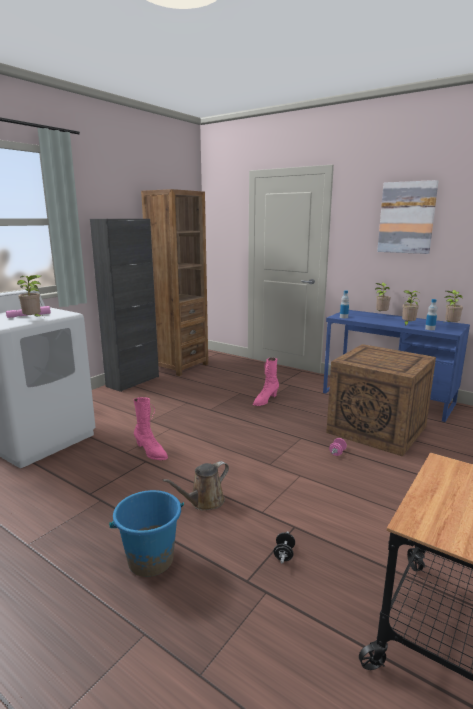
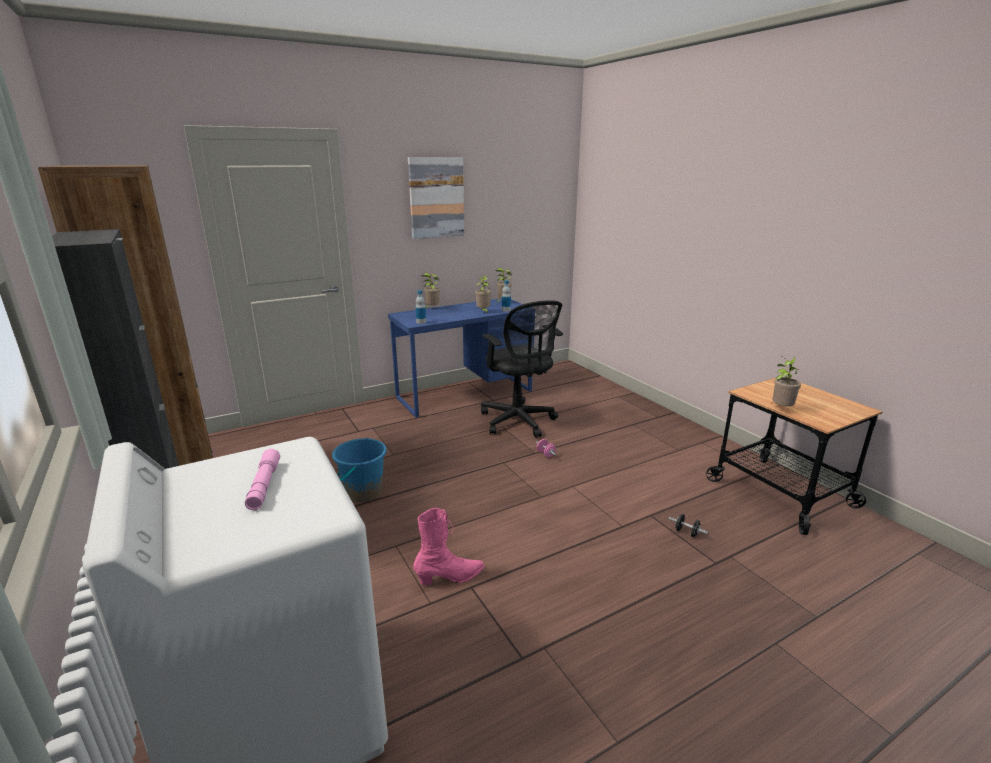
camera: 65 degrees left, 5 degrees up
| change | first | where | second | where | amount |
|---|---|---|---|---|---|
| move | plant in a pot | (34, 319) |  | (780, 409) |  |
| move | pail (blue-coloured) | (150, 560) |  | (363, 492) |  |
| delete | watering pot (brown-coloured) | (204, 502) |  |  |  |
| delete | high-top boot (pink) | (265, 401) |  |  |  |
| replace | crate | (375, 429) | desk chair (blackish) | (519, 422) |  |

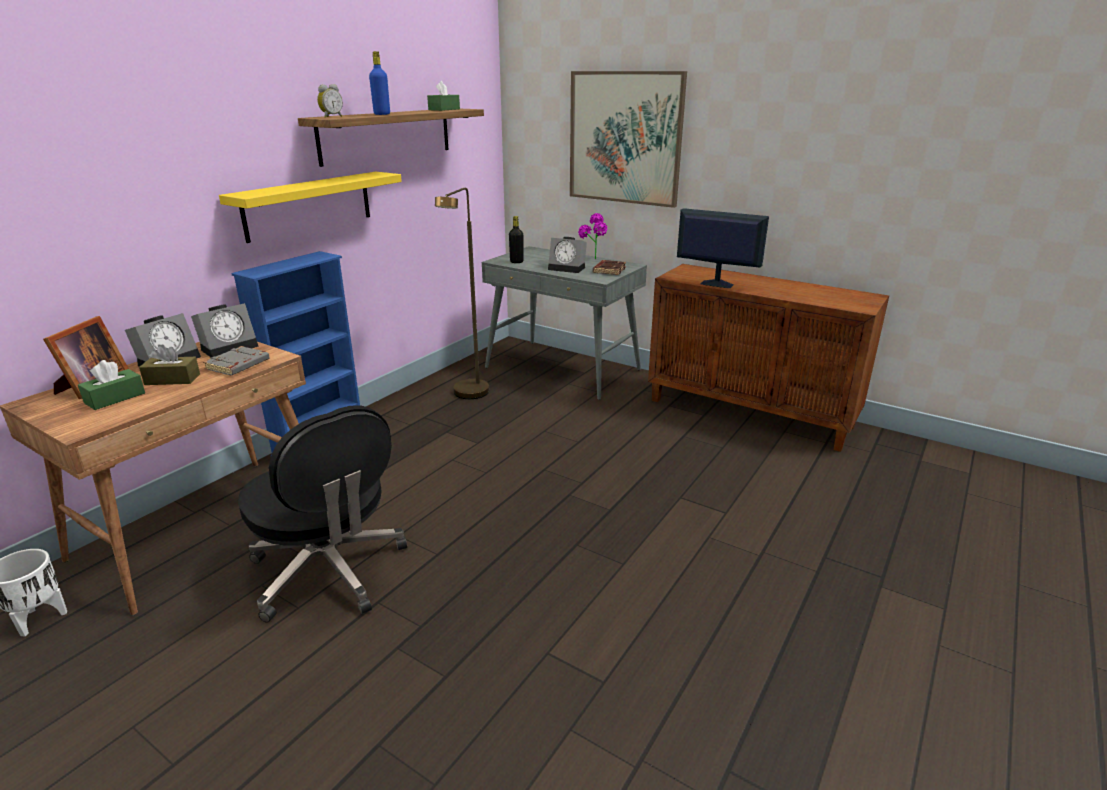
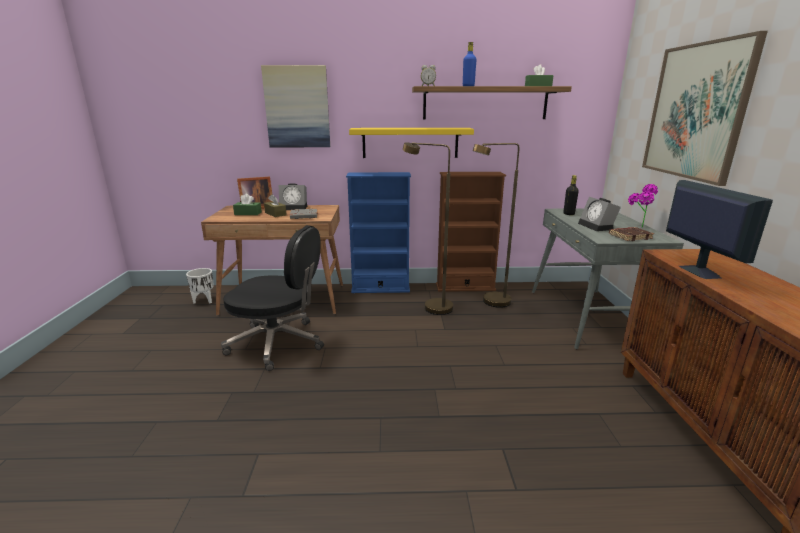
camera: 55 degrees right, 5 degrees down
| change | first | where | second | where | amount |
|---|---|---|---|---|---|
| delete | table clock | (230, 347) |  |  |  |
| rotate | desk chair (blackish) | (330, 571) |  | (278, 343) | 90 degrees counterclockwise |
| insert |  |  | wall art | (297, 107) |  |
| insert |  |  | standard lamp (brown-coloured) | (430, 307) |  |
| insert |  |  | bookcase (brown-coloured) | (465, 287) |  |

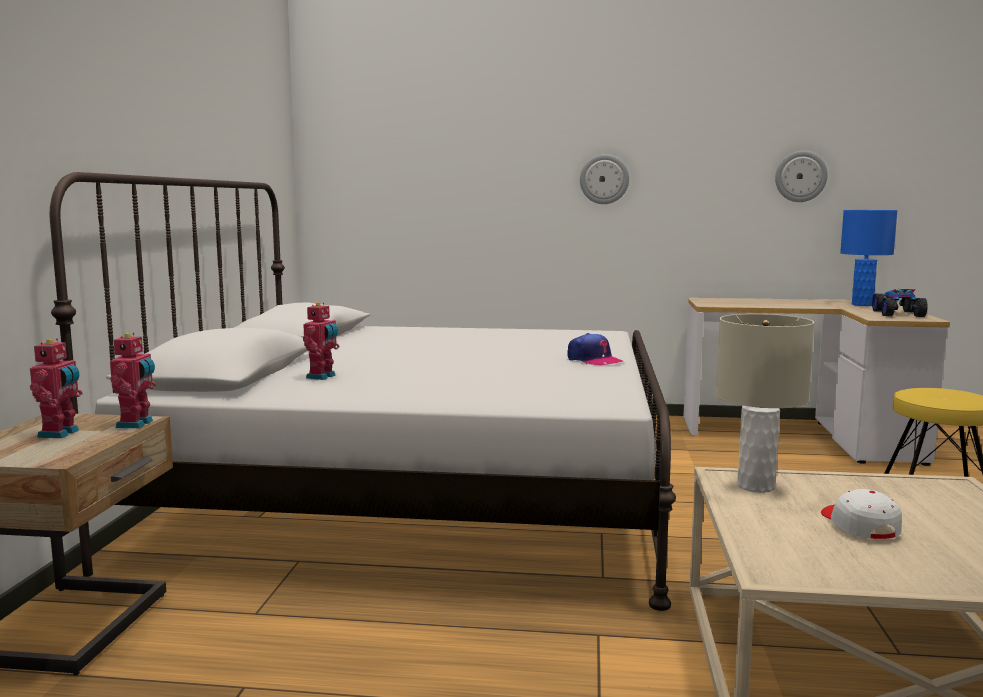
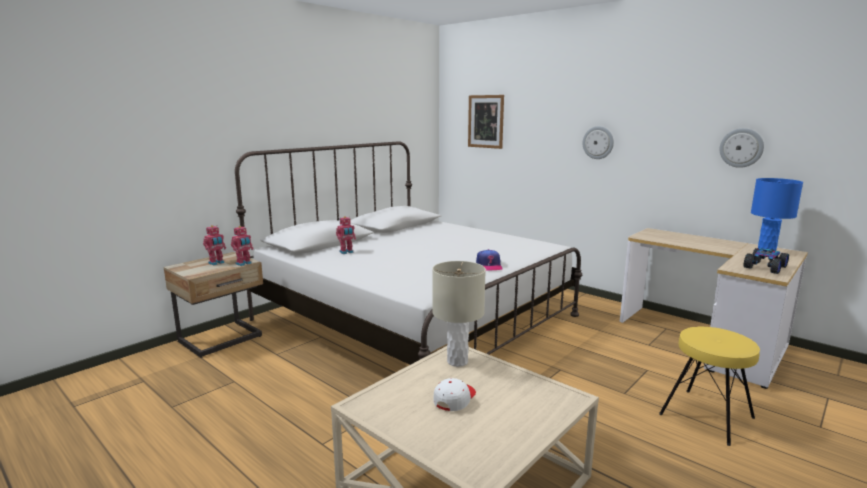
camera: 35 degrees right, 5 degrees up
| change | first | where | second | where | amount |
|---|---|---|---|---|---|
| insert |  |  | wall art | (485, 121) |  |

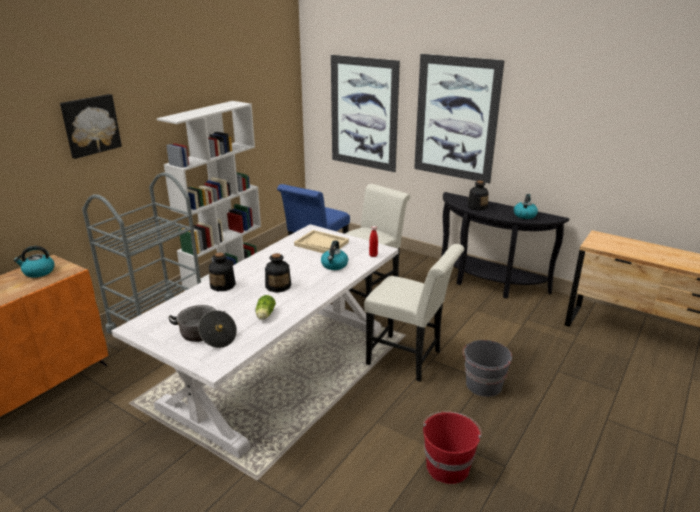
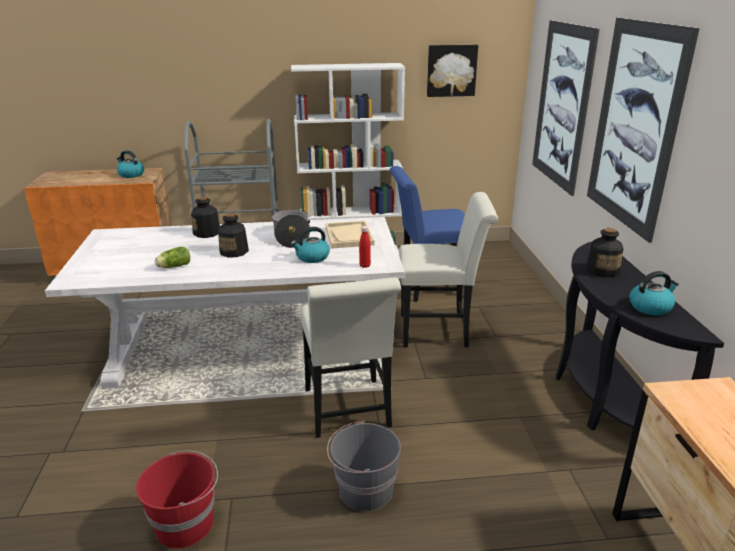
camera: 50 degrees right, 0 degrees up
| change | first | where | second | where | amount |
|---|---|---|---|---|---|
| move | wall art | (90, 125) |  | (451, 70) |  |
| move | stockpot | (206, 335) |  | (291, 237) |  |

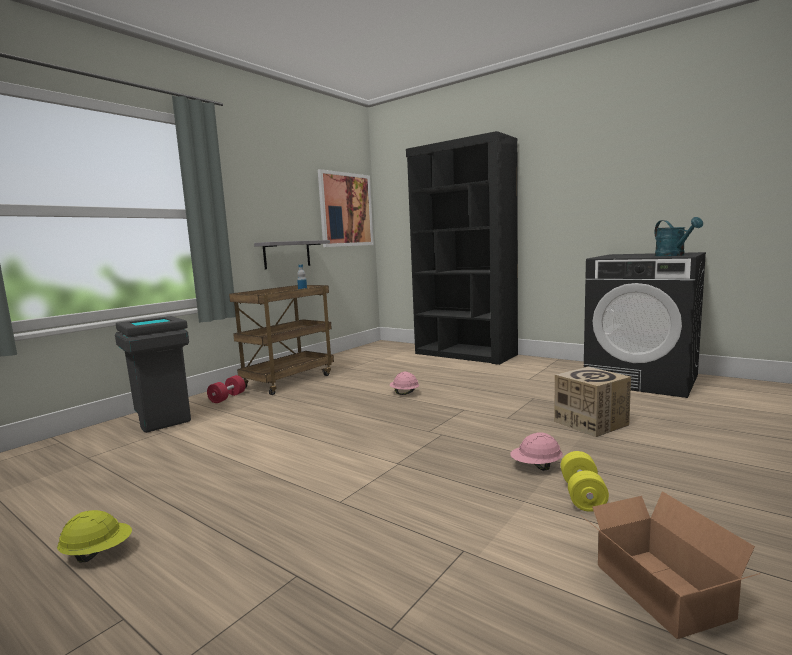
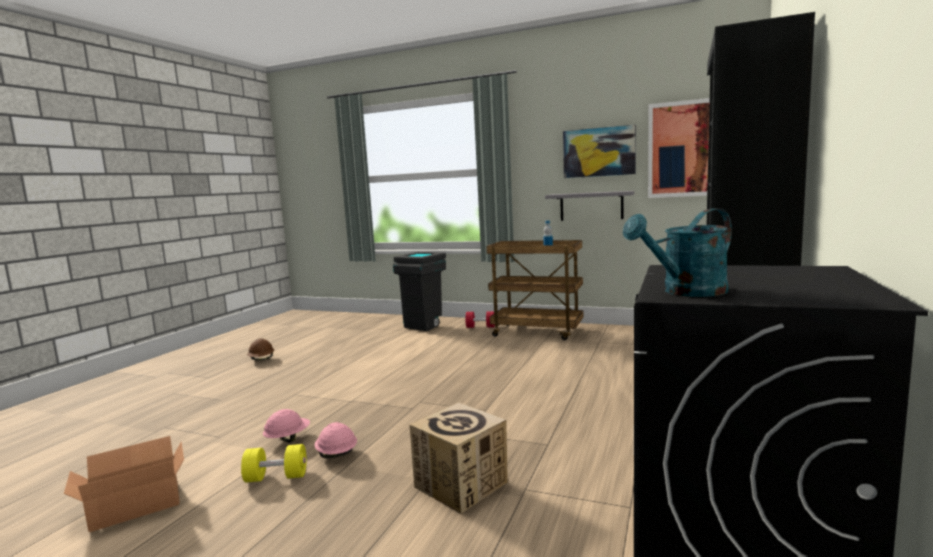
camera: 75 degrees right, 0 degrees up
| change | first | where | second | where | amount |
|---|---|---|---|---|---|
| recolor | safety helmet (yellow) | (98, 553) | safety helmet (brown-coloured) | (262, 360) |  |
| move | safety helmet (pink) | (404, 393) |  | (288, 439) |  |
| insert |  |  | wall art | (599, 152) |  |

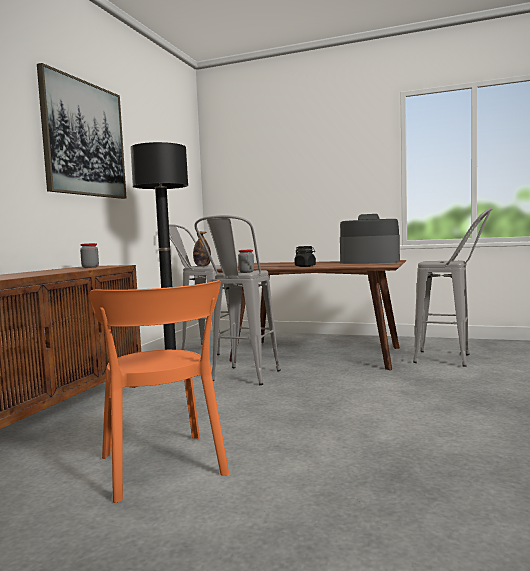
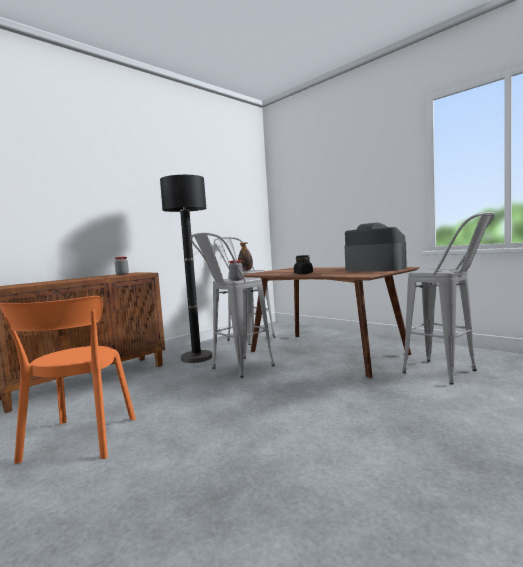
camera: 25 degrees right, 0 degrees up
| change | first | where | second | where | amount |
|---|---|---|---|---|---|
| delete | wall art | (84, 139) |  |  |  |

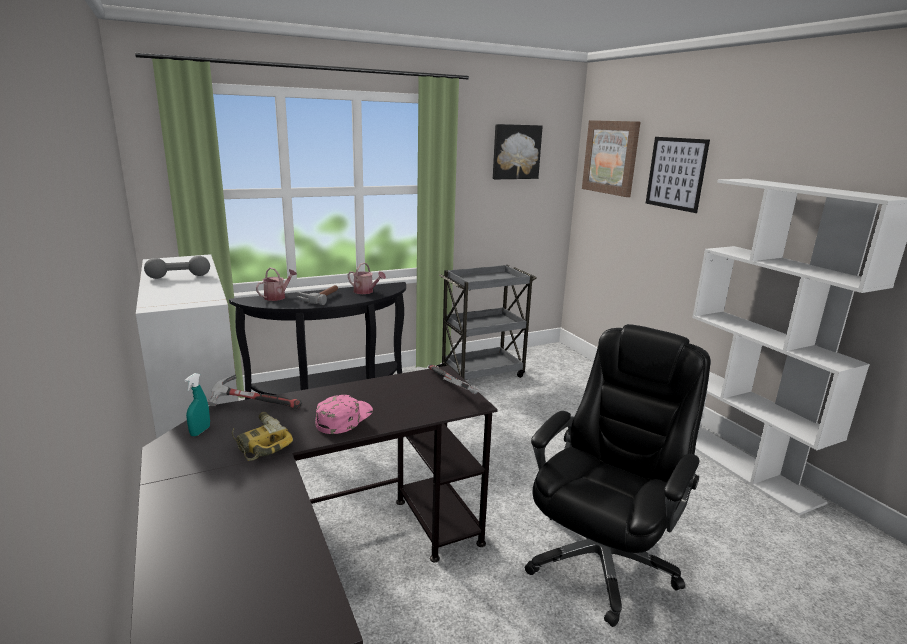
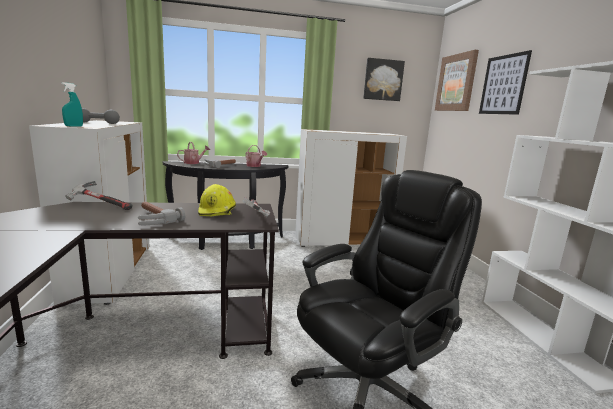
camera: 15 degrees right, 5 degrees down
| change | first | where | second | where | amount |
|---|---|---|---|---|---|
| move | spray bottle (turquoise) | (200, 431) |  | (74, 126) |  |
| delete | electric drill | (259, 443) |  |  |  |
| replace | peaked cap (pink) | (344, 418) | hand hammer | (151, 218) |  |
| replace | cart (greyish) | (482, 373) | cupboard (white) | (343, 241) |  |
| insert |  |  | safety helmet (yellow) | (217, 211) |  |

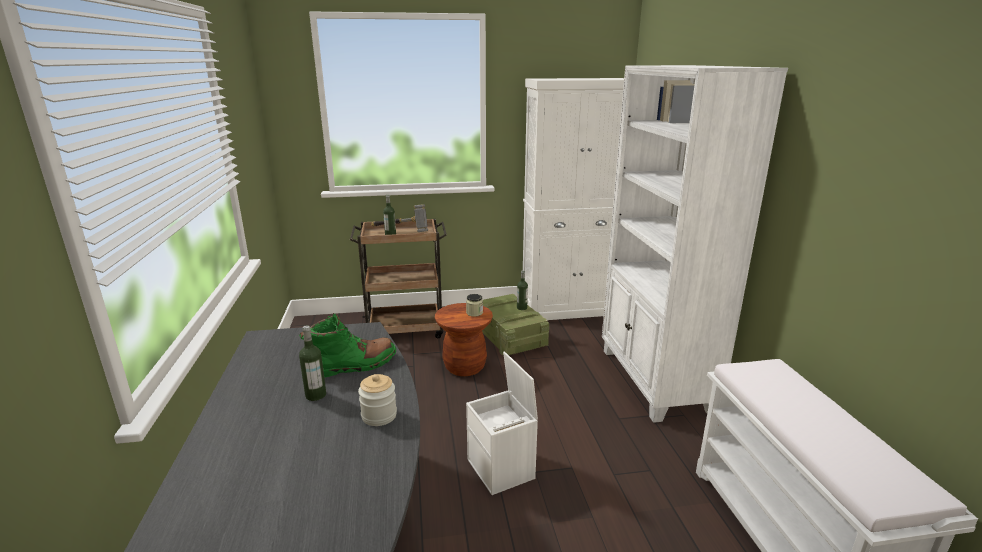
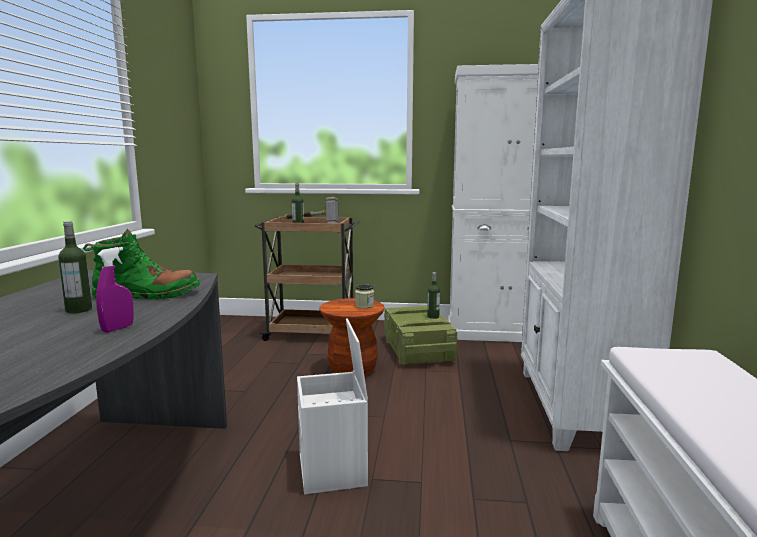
camera: 15 degrees right, 10 degrees down
| change | first | where | second | where | amount |
|---|---|---|---|---|---|
| replace | jar | (379, 416) | spray bottle (purple) | (118, 328) |  |

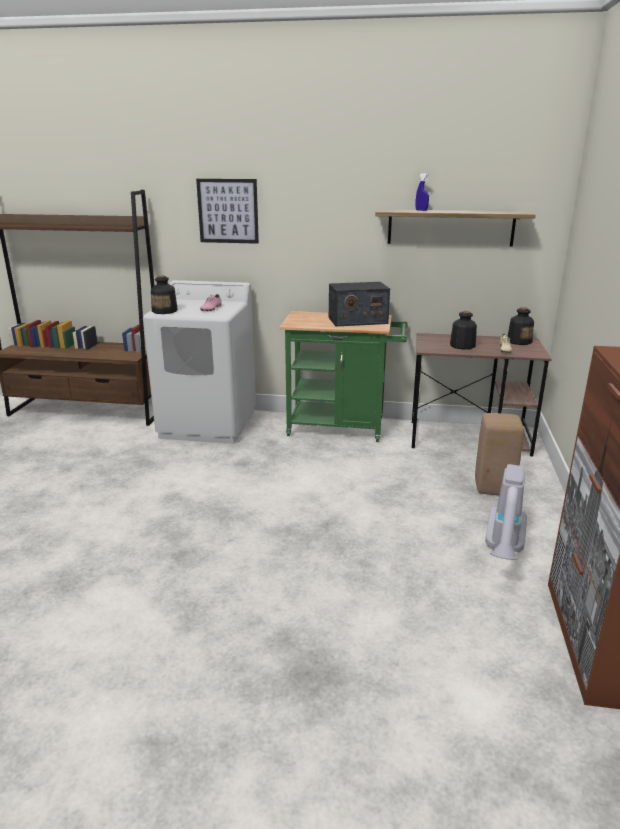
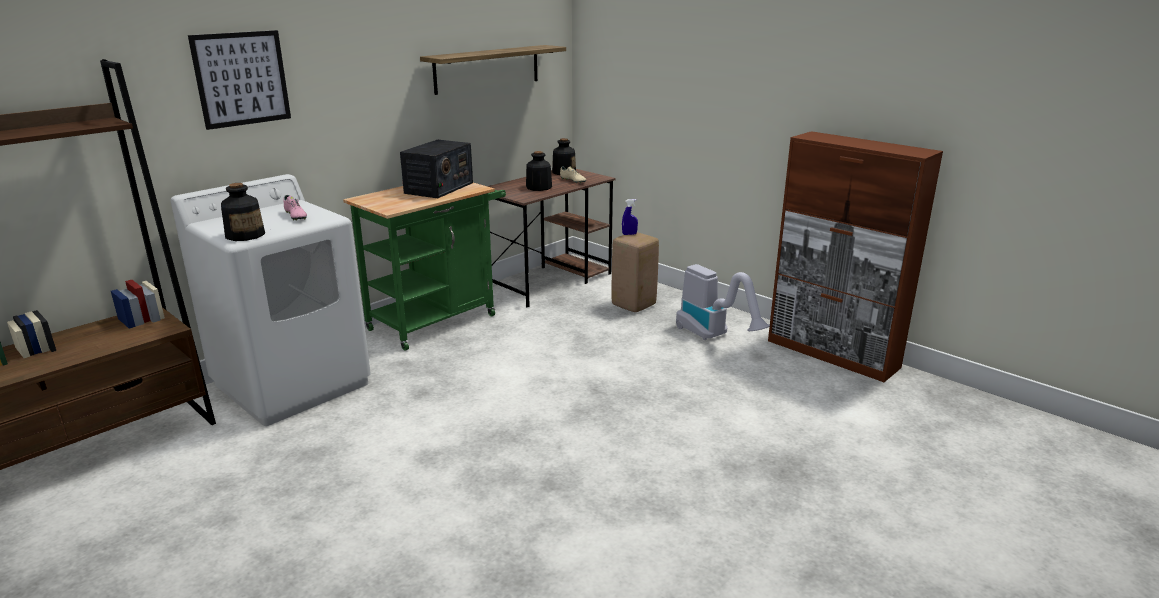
camera: 55 degrees left, 0 degrees up
| change | first | where | second | where | amount |
|---|---|---|---|---|---|
| move | spray bottle (blue-coloured) | (421, 210) |  | (629, 234) |  |

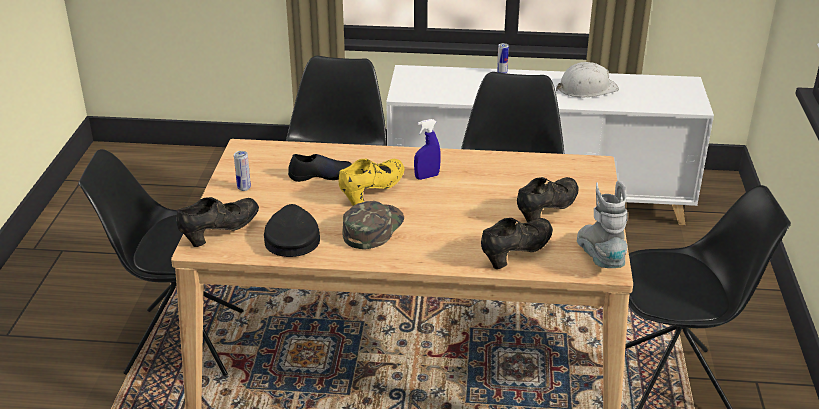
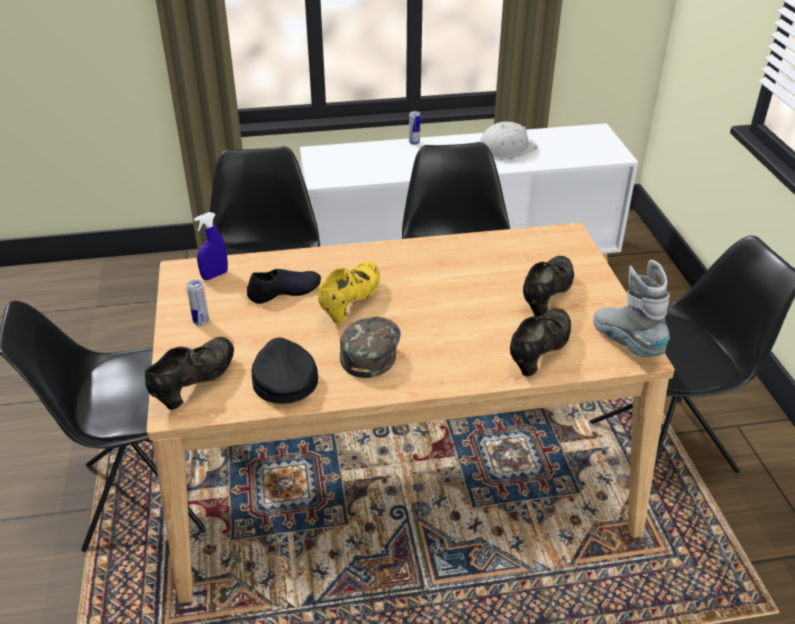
camera: 15 degrees left, 5 degrees up
| change | first | where | second | where | amount |
|---|---|---|---|---|---|
| move | spray bottle (blue-coloured) | (427, 177) |  | (215, 275) |  |

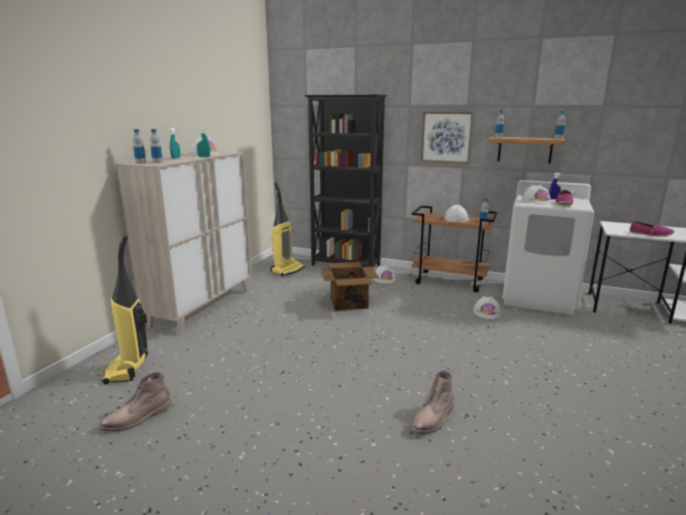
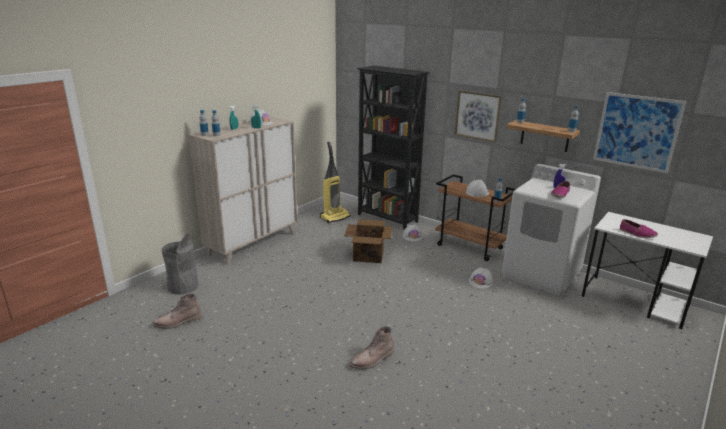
camera: 15 degrees right, 5 degrees up
| change | first | where | second | where | amount |
|---|---|---|---|---|---|
| replace | vacuum | (128, 369) | rubbish bin (greyish) | (183, 286) |  |
| delete | safety helmet (white) | (536, 201) |  |  |  |
| insert |  |  | wall art | (636, 132) |  |

